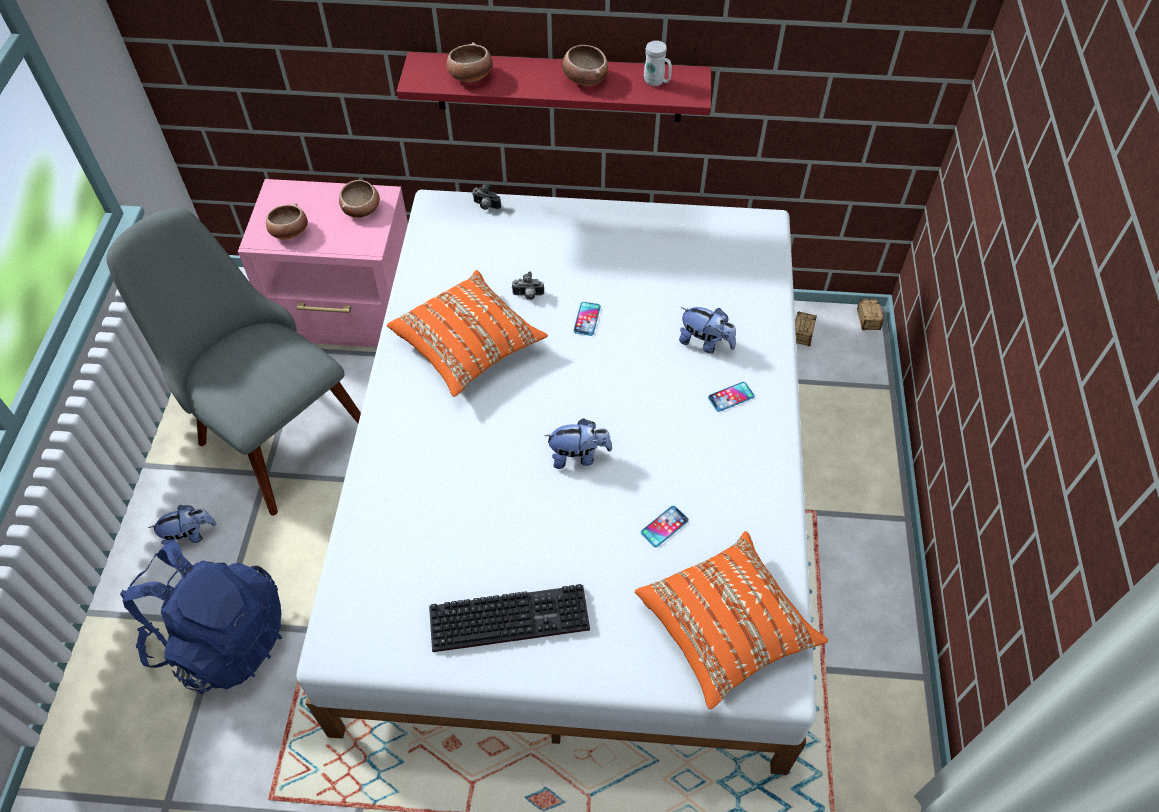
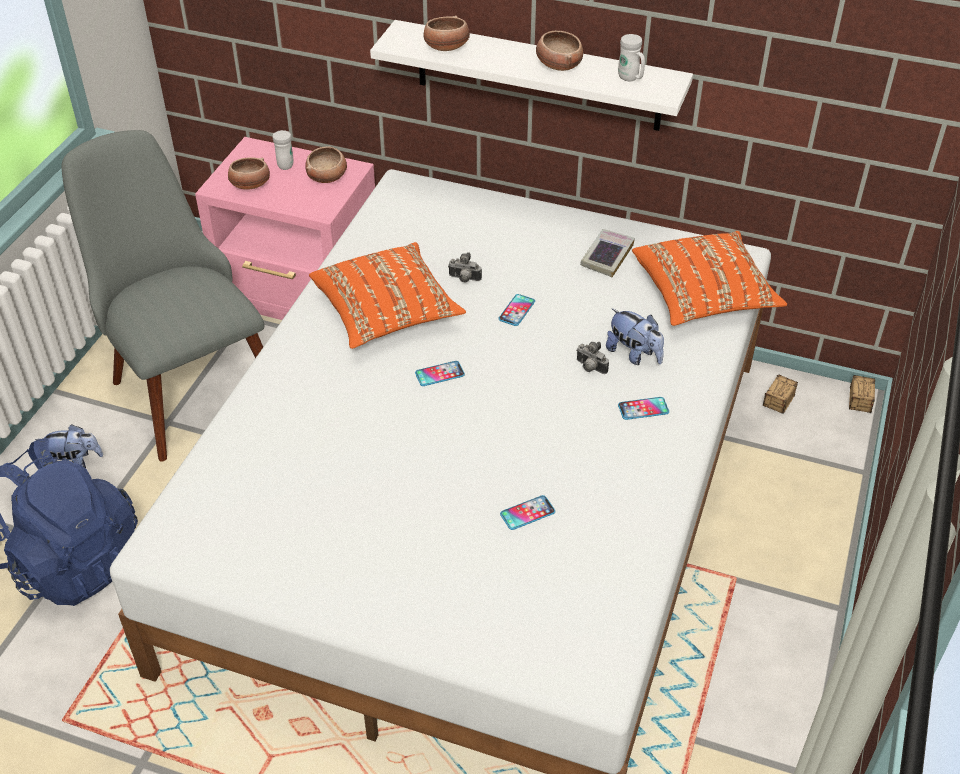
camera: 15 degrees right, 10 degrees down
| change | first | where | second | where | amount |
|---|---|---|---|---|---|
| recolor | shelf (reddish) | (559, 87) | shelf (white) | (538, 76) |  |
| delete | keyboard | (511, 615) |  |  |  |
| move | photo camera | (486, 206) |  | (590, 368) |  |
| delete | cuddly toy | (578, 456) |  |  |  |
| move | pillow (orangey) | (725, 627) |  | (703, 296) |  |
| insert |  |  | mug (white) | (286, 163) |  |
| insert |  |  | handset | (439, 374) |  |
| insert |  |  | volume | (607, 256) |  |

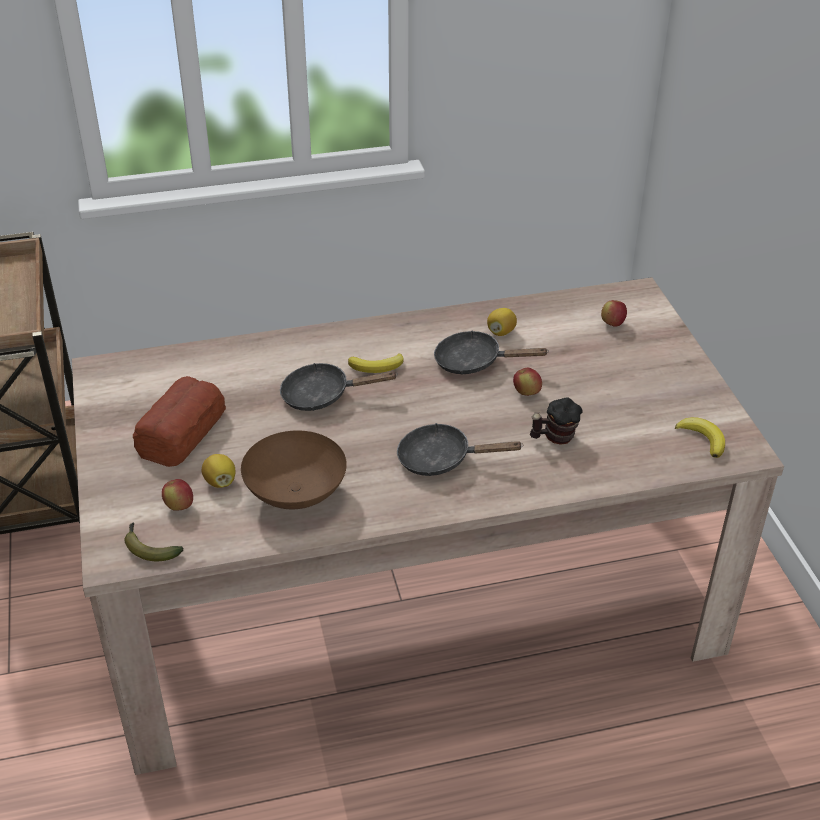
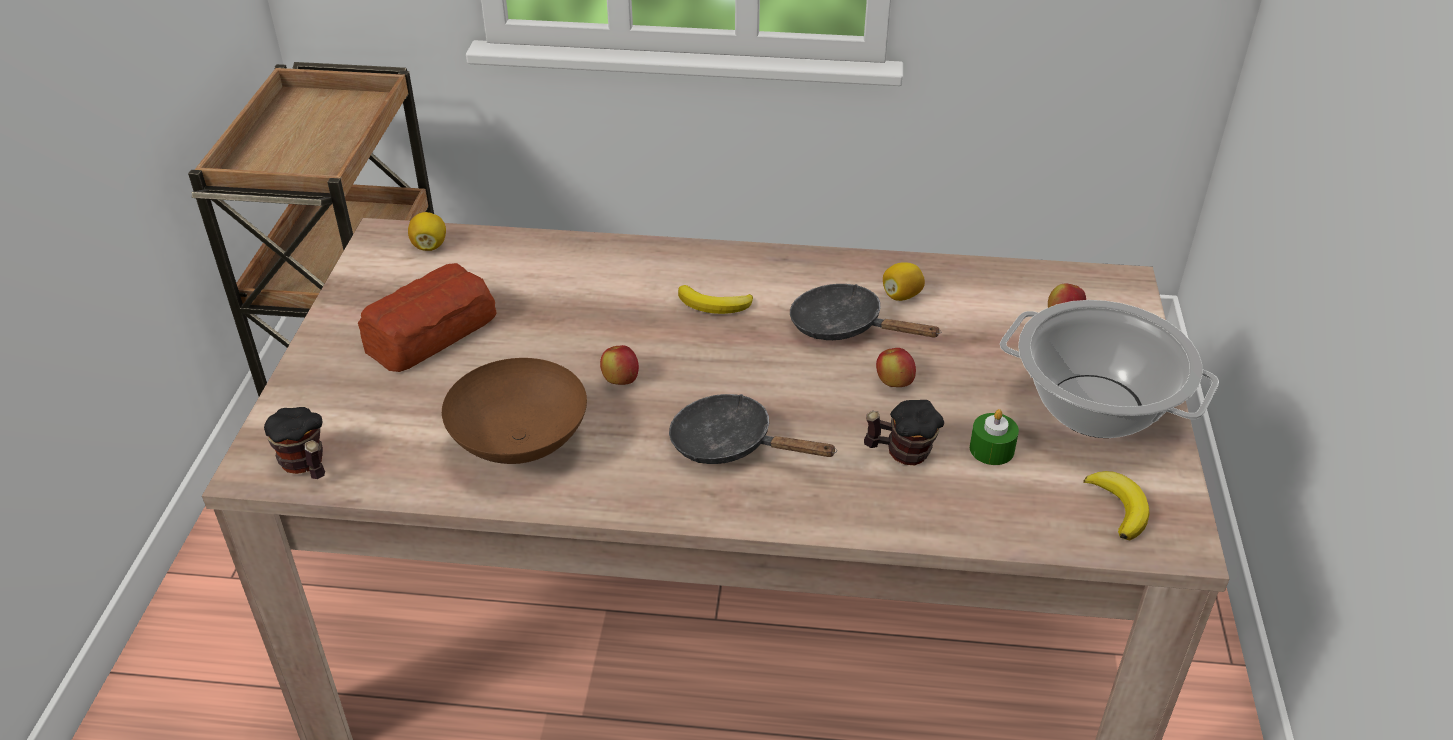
camera: 20 degrees right, 0 degrees up
| change | first | where | second | where | amount |
|---|---|---|---|---|---|
| replace | whole banana | (149, 548) | mug | (306, 466) |  |
| move | apple | (179, 506) |  | (620, 380) |  |
| move | lemon | (220, 481) |  | (429, 246) |  |
| delete | frying pan (blackish) | (322, 395) |  |  |  |
| insert |  |  | wax candle (greenish) | (991, 449) |  |
| insert |  |  | stockpot | (1097, 407) |  |

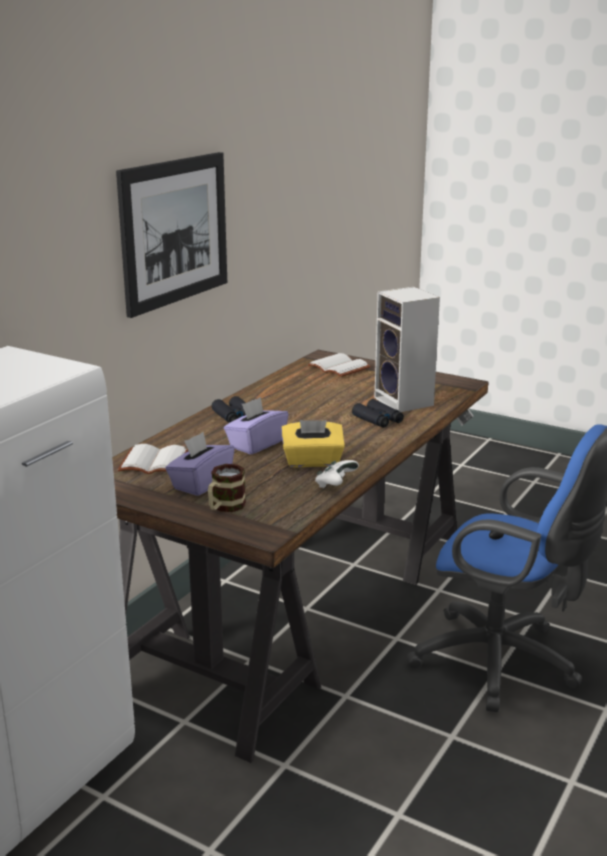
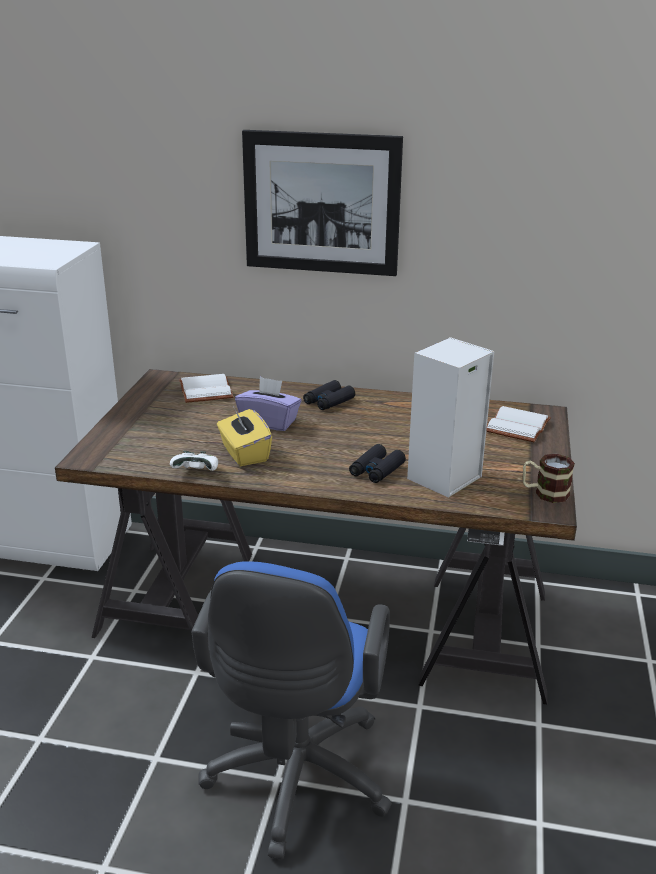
camera: 70 degrees right, 5 degrees up
| change | first | where | second | where | amount |
|---|---|---|---|---|---|
| delete | tissue box (purple) | (201, 483) |  |  |  |
| move | mug | (224, 507) |  | (544, 493) |  |

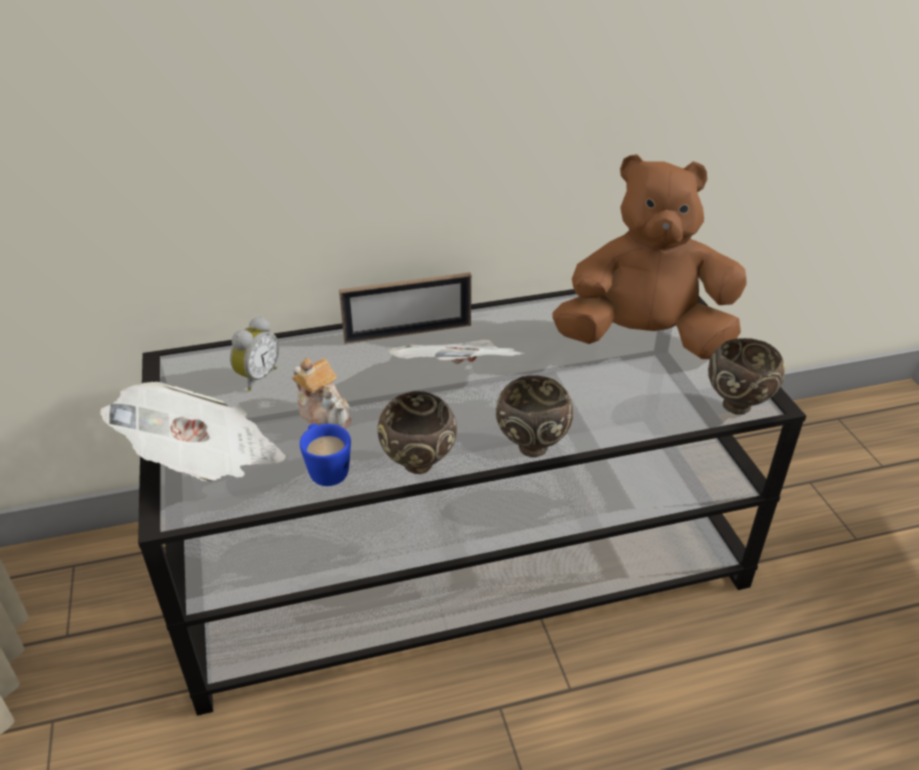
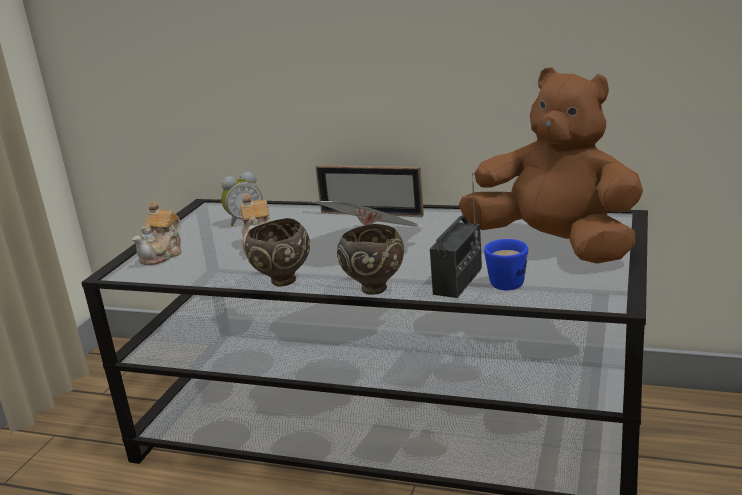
camera: 35 degrees right, 15 degrees down
| change | first | where | second | where | amount |
|---|---|---|---|---|---|
| replace | printed paper | (206, 462) | tea pot | (163, 254) |  |
| move | mug (blue-coloured) | (326, 469) |  | (506, 281) |  |
| delete | deep dish (brown-coloured) | (737, 405) |  |  |  |
| insert |  |  | radio | (458, 281) |  |

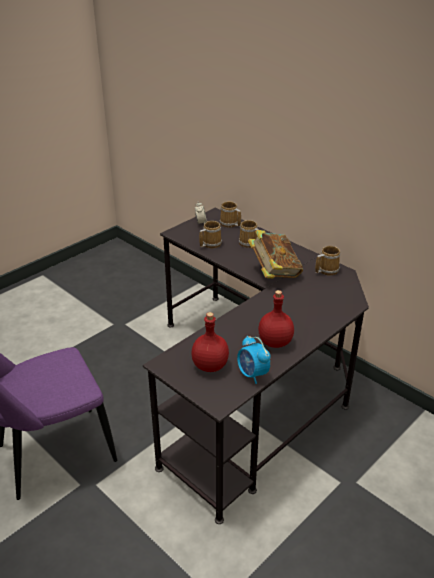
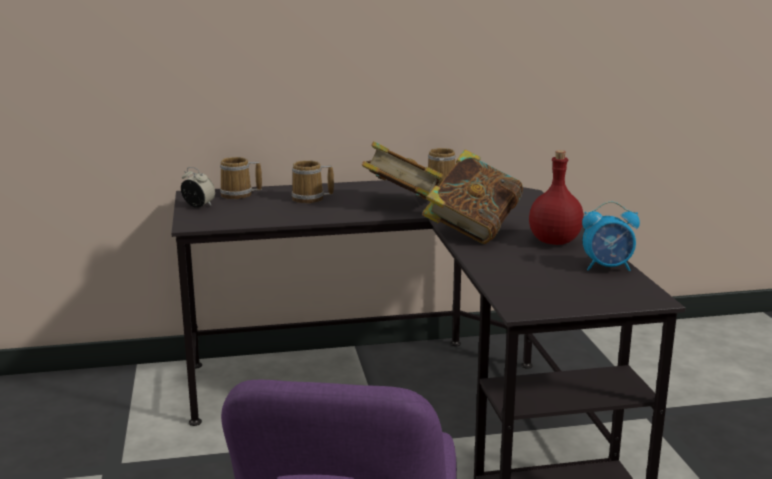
camera: 55 degrees left, 15 degrees down
| change | first | where | second | where | amount |
|---|---|---|---|---|---|
| delete | drink bottle (reddish) | (210, 365) |  |  |  |
| delete | mug | (210, 244) |  |  |  |
| insert |  |  | volume | (472, 231) |  |

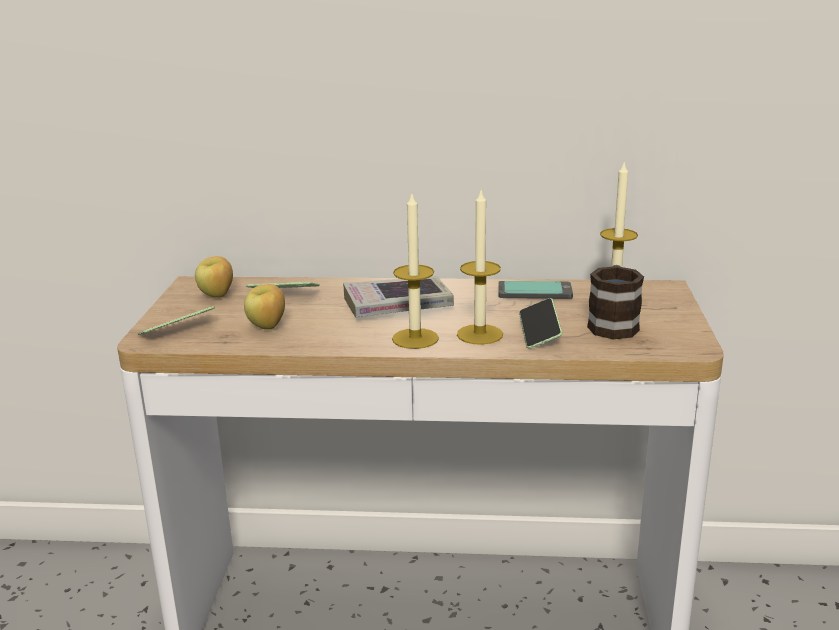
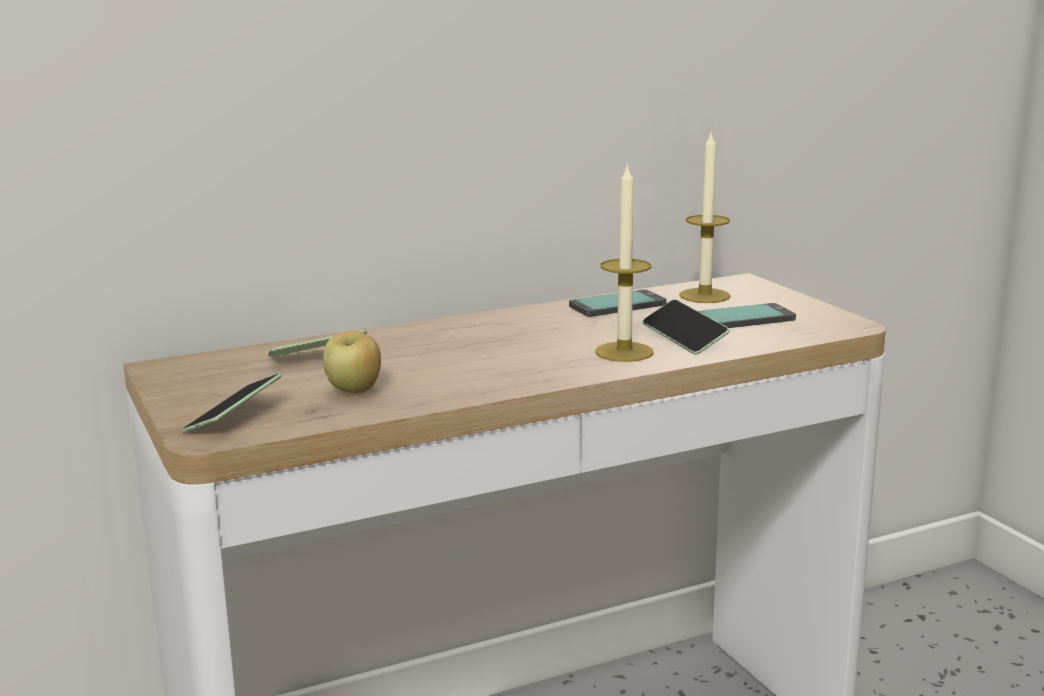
camera: 30 degrees left, 5 degrees down
| change | first | where | second | where | amount |
|---|---|---|---|---|---|
| delete | apple | (217, 295) |  |  |  |
| delete | volume | (398, 305) |  |  |  |
| delete | wax candle | (415, 338) |  |  |  |
| replace | mug | (613, 324) | handset | (743, 319) |  |

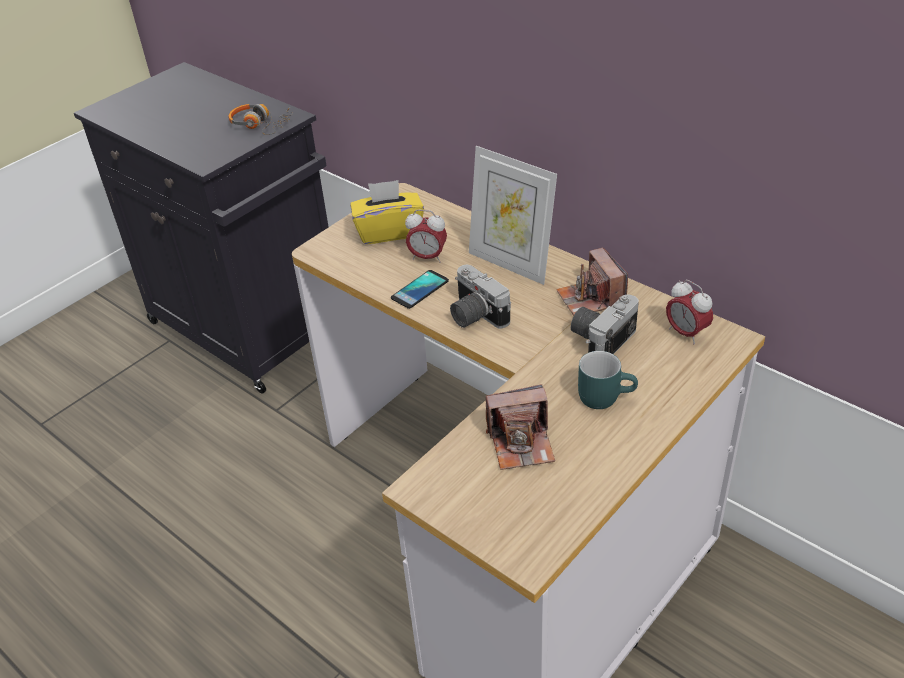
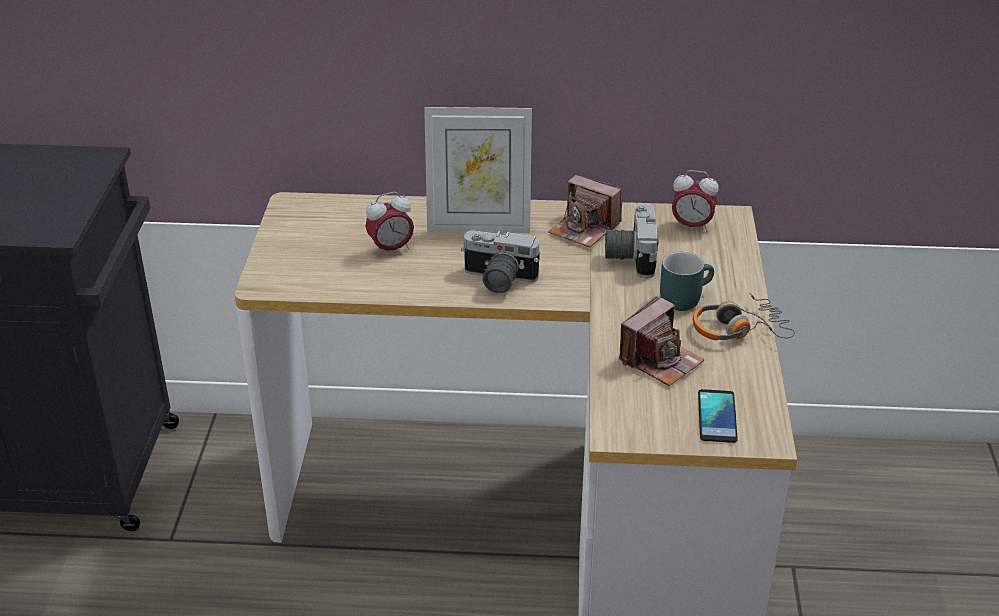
camera: 40 degrees left, 5 degrees down
| change | first | where | second | where | amount |
|---|---|---|---|---|---|
| move | headset | (261, 125) |  | (738, 329) |  |
| delete | tissue box (yellow) | (389, 231) |  |  |  |
| move | handset | (420, 290) |  | (717, 417) |  |

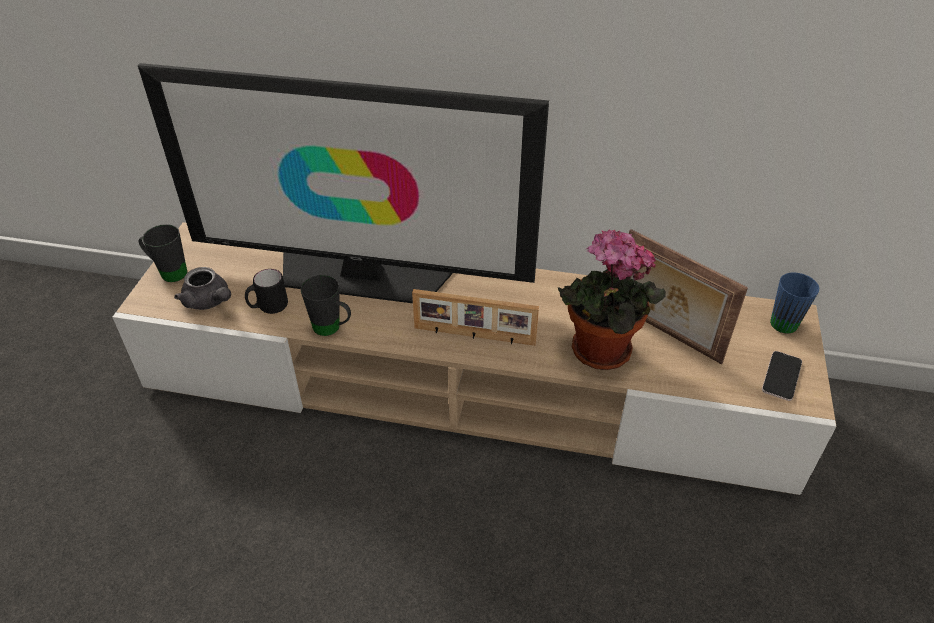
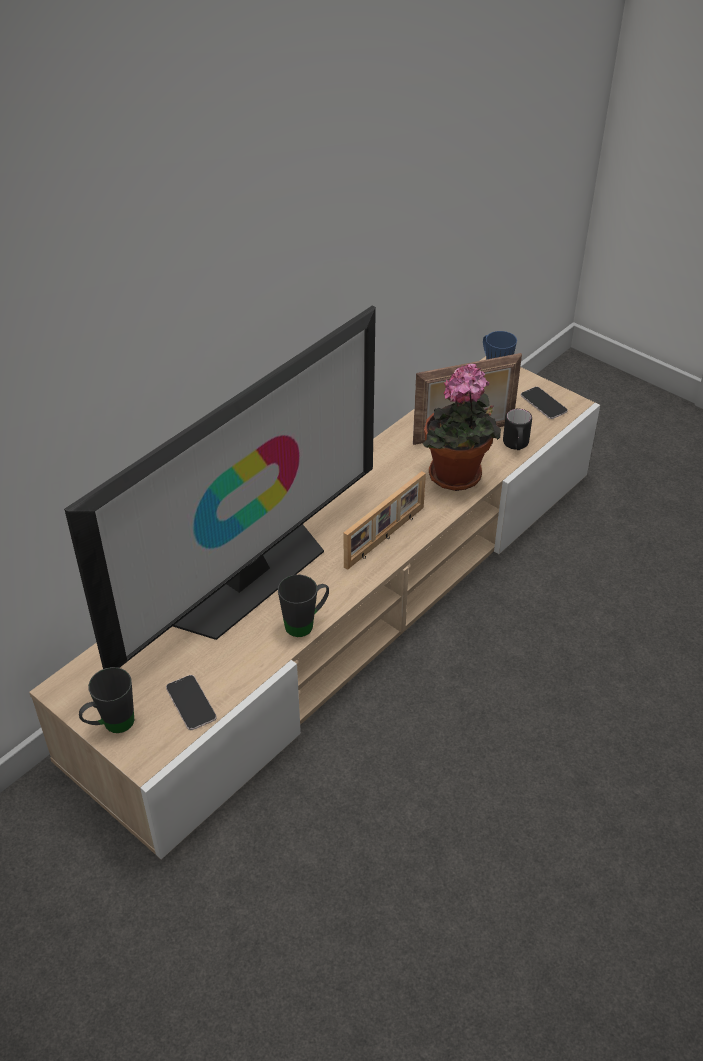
camera: 60 degrees left, 0 degrees up
| change | first | where | second | where | amount |
|---|---|---|---|---|---|
| replace | tea pot (greyish) | (209, 301) | handset | (191, 703) |  |
| move | mug (blackish) | (268, 307) |  | (516, 446) |  |

